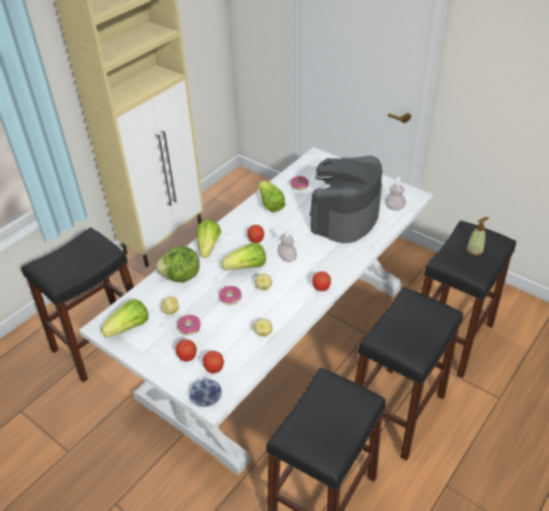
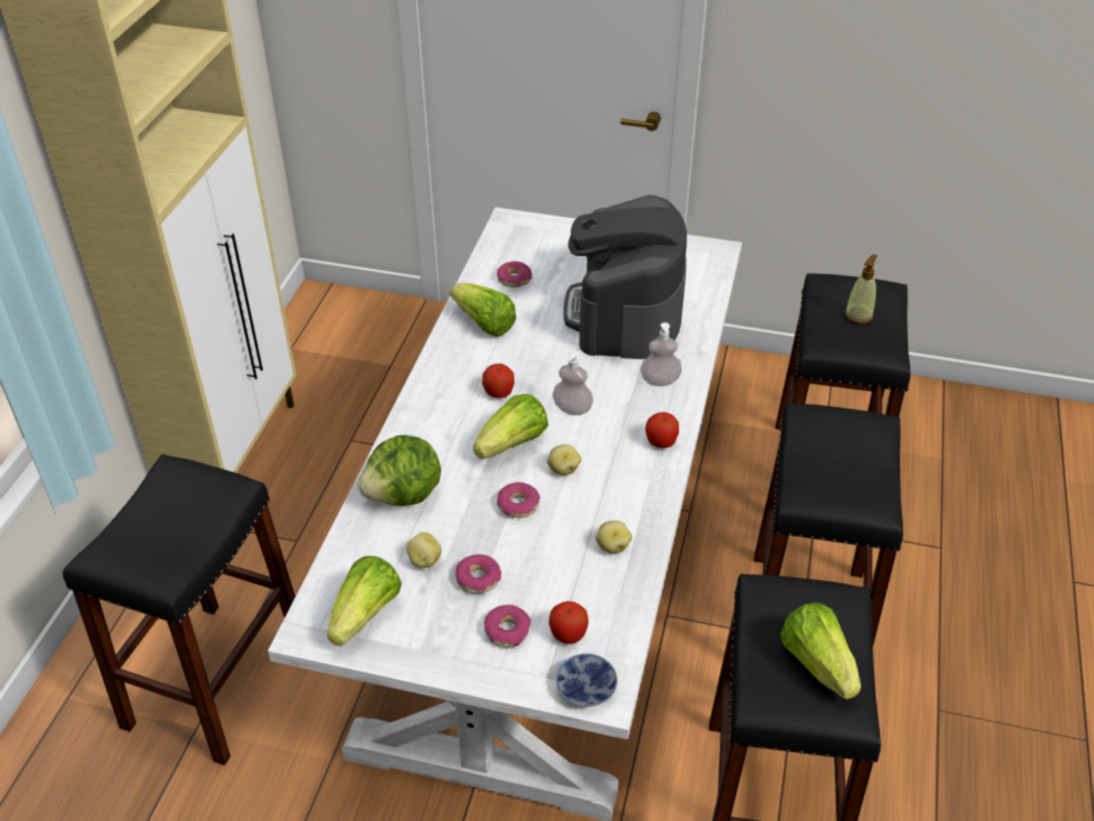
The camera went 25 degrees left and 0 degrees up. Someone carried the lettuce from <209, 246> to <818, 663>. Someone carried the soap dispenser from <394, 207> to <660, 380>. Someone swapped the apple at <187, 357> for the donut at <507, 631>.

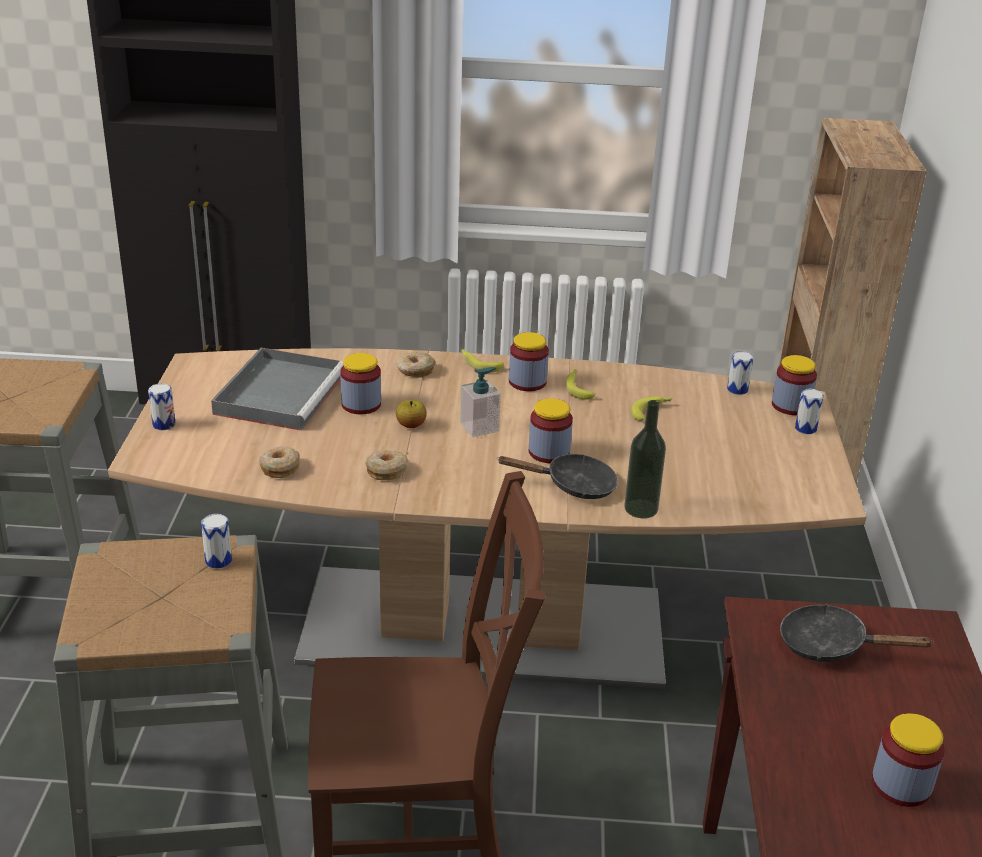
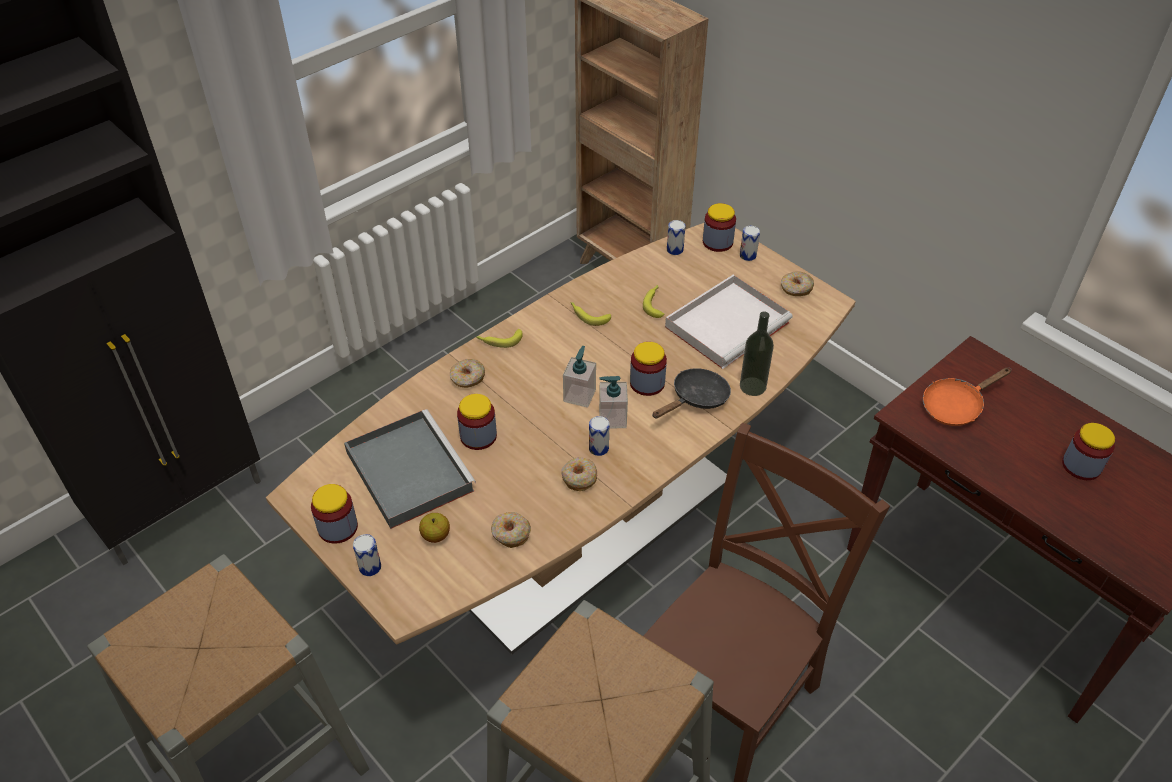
The camera went 45 degrees left and 15 degrees up. Someone put down the soap dispenser at <612, 418>. Someone put down the tray/white at <728, 323>. Someone put down the donut at <796, 288>. Someone carried the can from <218, 560> to <598, 448>. Someone carried the apple from <411, 425> to <436, 535>. Someone carried the jar from <527, 382> to <338, 527>. Someone repainted the frying pan/black at <831, 645>, which became the frying pan/orange at <955, 406>.

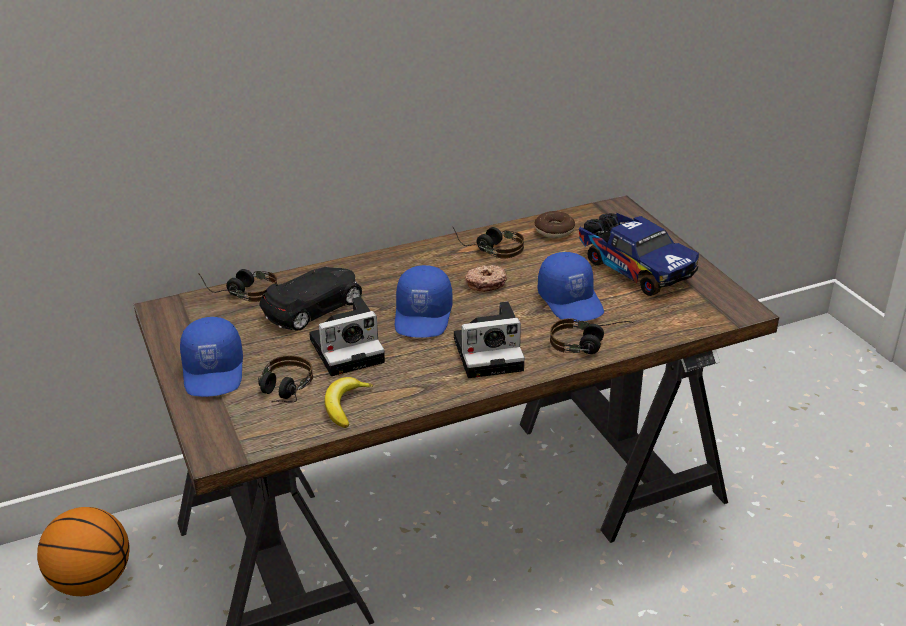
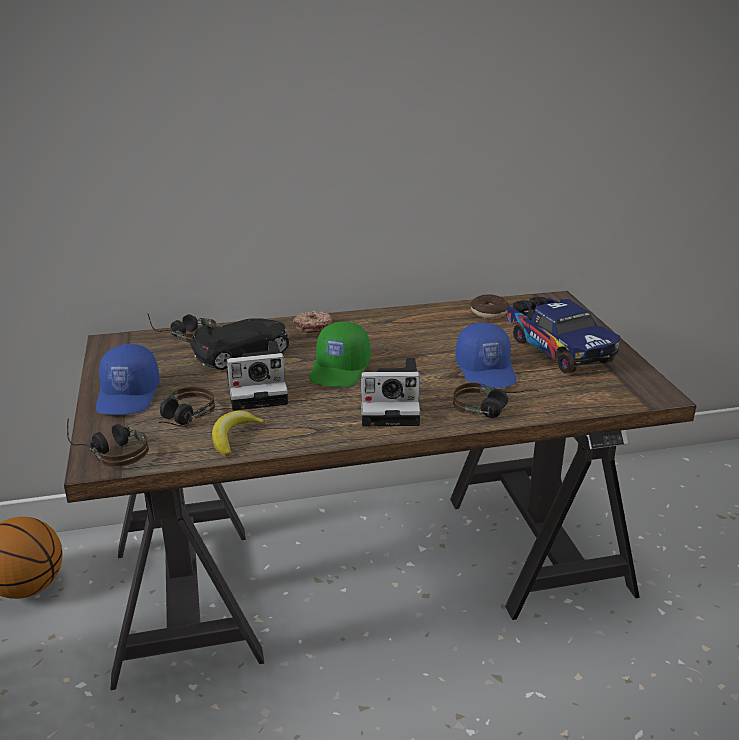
The camera went 10 degrees right and 5 degrees down. Someone carried the headphones from <489, 248> to <109, 450>. Someone carried the donut from <485, 283> to <313, 326>. Someone repainted the cap/blue at <424, 316>, which became the cap/green at <340, 370>.

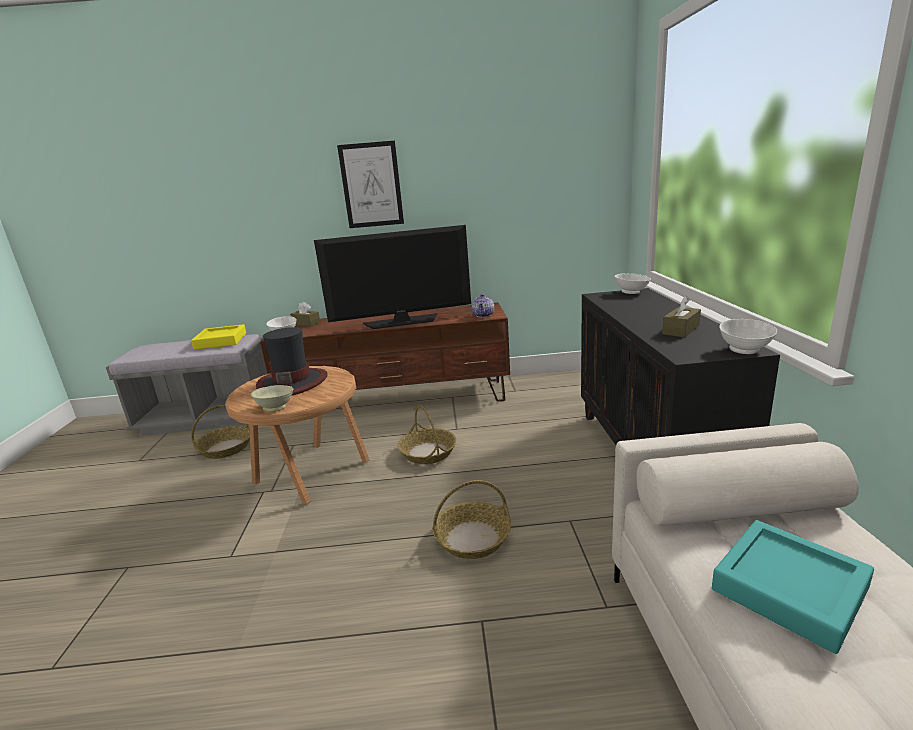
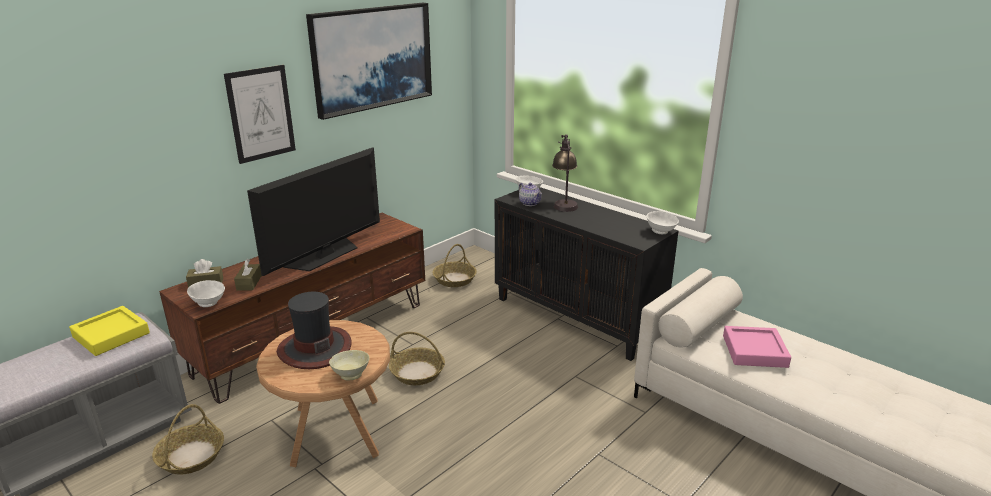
The camera went 45 degrees left and 5 degrees up. Someone put up the picture at <372, 58>. Someone put down the table lamp at <564, 203>. Someone carried the basket from <472, 539> to <454, 279>. Someone carried the teapot from <483, 315> to <530, 203>. Someone carried the tissue box/brown from <681, 330> to <249, 283>. Someone repainted the tray/turquoise at <789, 589>, which became the tray/pink at <754, 351>.

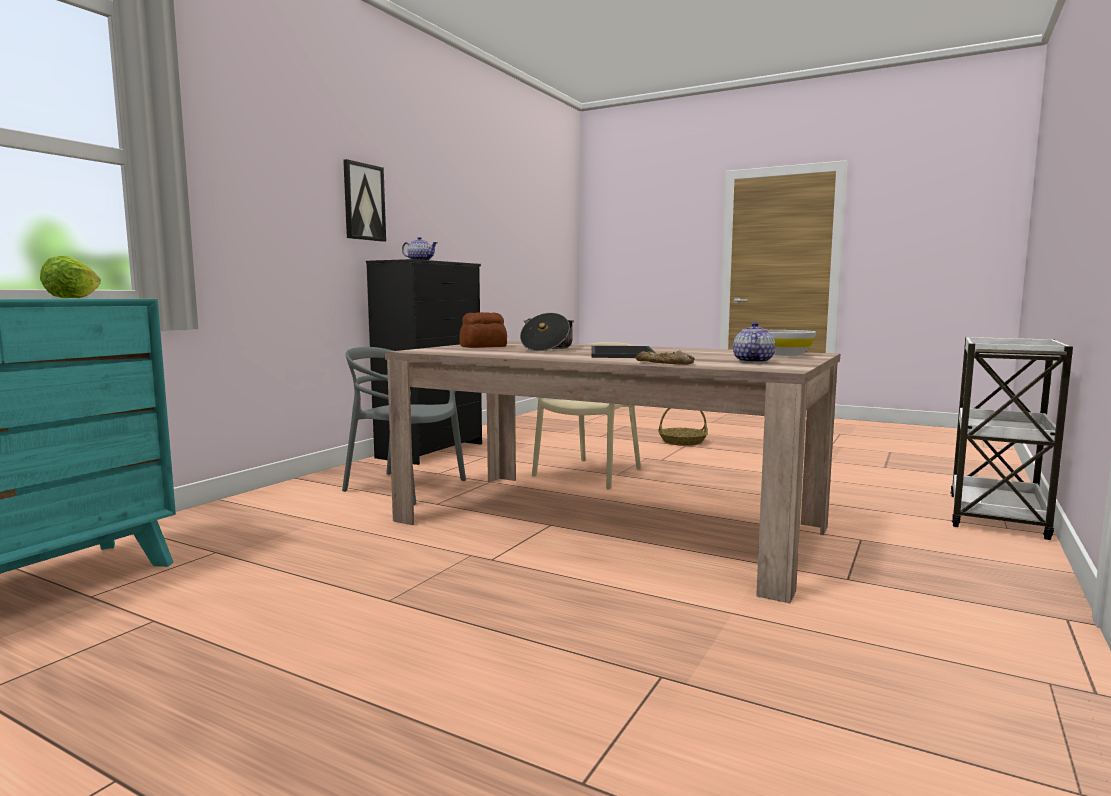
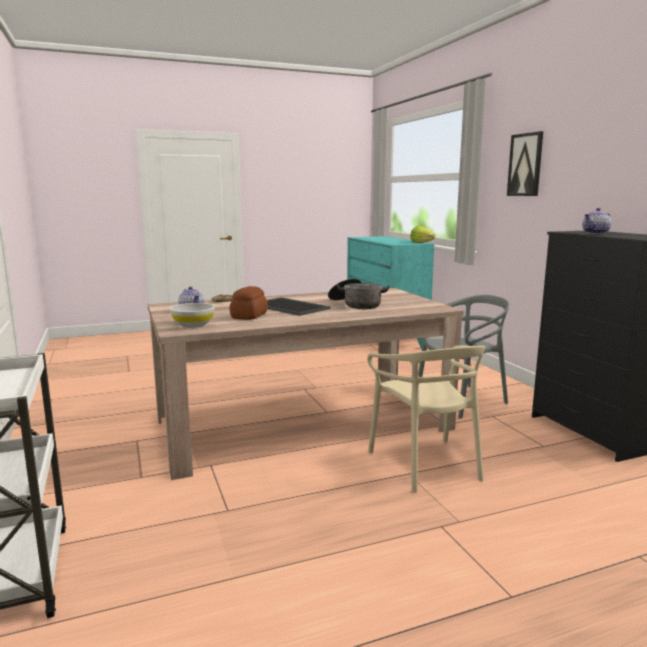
The camera went 130 degrees right and 5 degrees up. Someone took away the basket at <682, 442>. Someone carried the picture from <363, 202> to <525, 165>. Someone carried the bread from <484, 347> to <248, 316>.

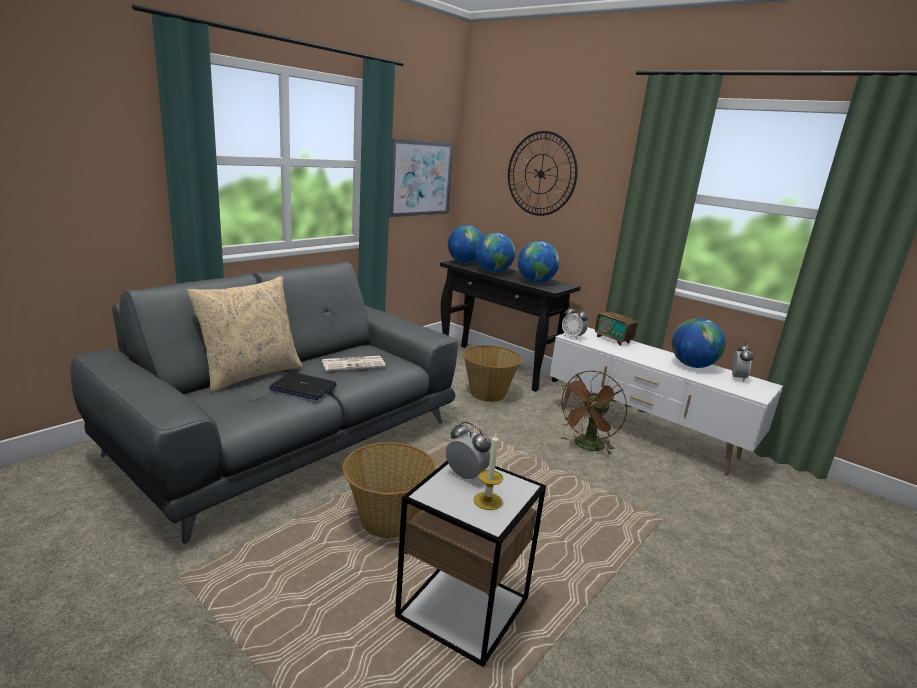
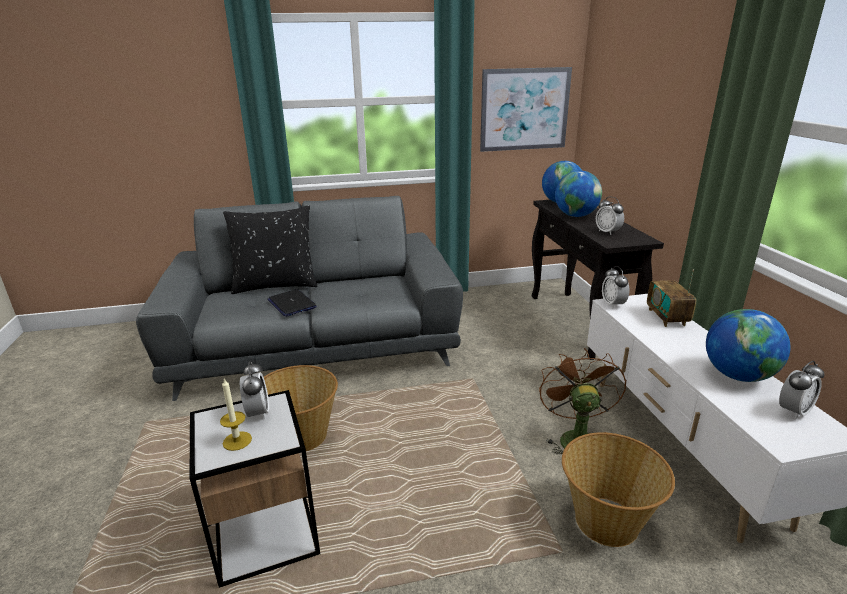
The camera went 40 degrees right and 5 degrees up. Someone took away the newspaper at <354, 364>. Someone took away the wall clock at <541, 174>. Someone carried the basket from <488, 394> to <606, 522>. Someone swapped the globe at <535, 282> for the alarm clock at <607, 232>. Someone repainted the pillow/beige at <250, 374>, which became the pillow/black at <276, 285>. Someone rotated the fan/brown at <587, 447> by 105 degrees clockwise.

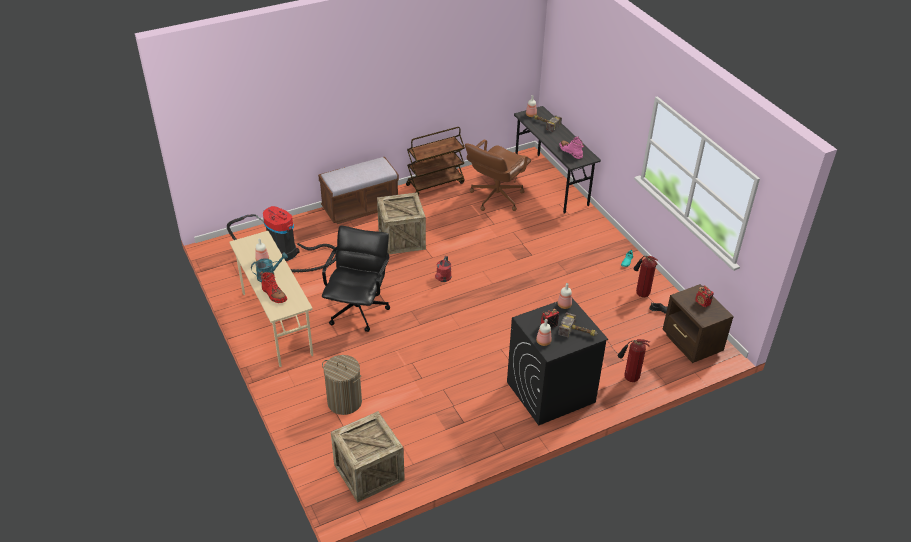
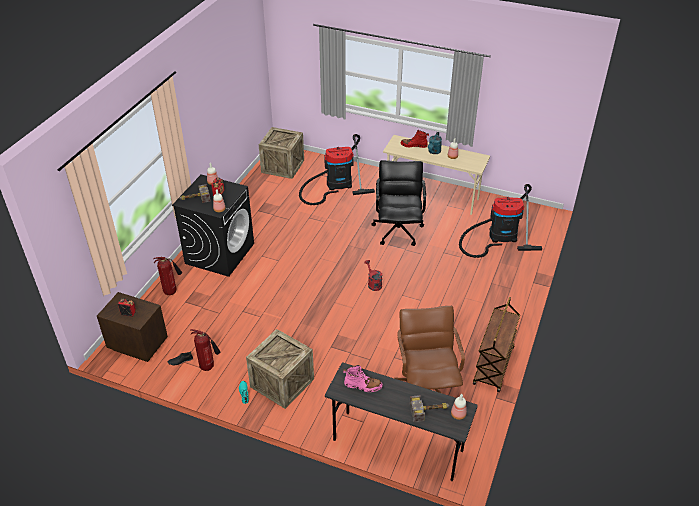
The camera went 140 degrees right and 0 degrees up. Someone took away the bench/brown at <360, 208>. Someone carried the crate from <401, 239> to <282, 383>. Someone swapped the laundry basket at <344, 402> for the vacuum cleaner at <336, 184>. Someone rotated the office chair/black at <358, 310> by 150 degrees counterclockwise.

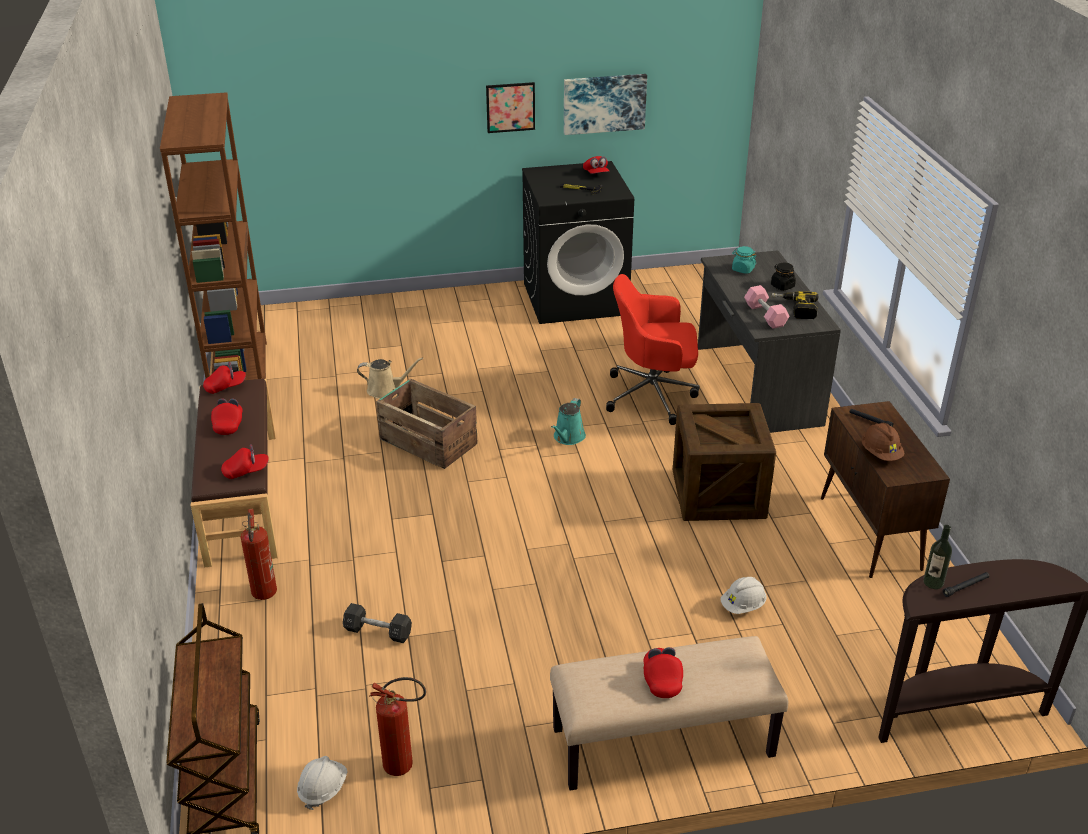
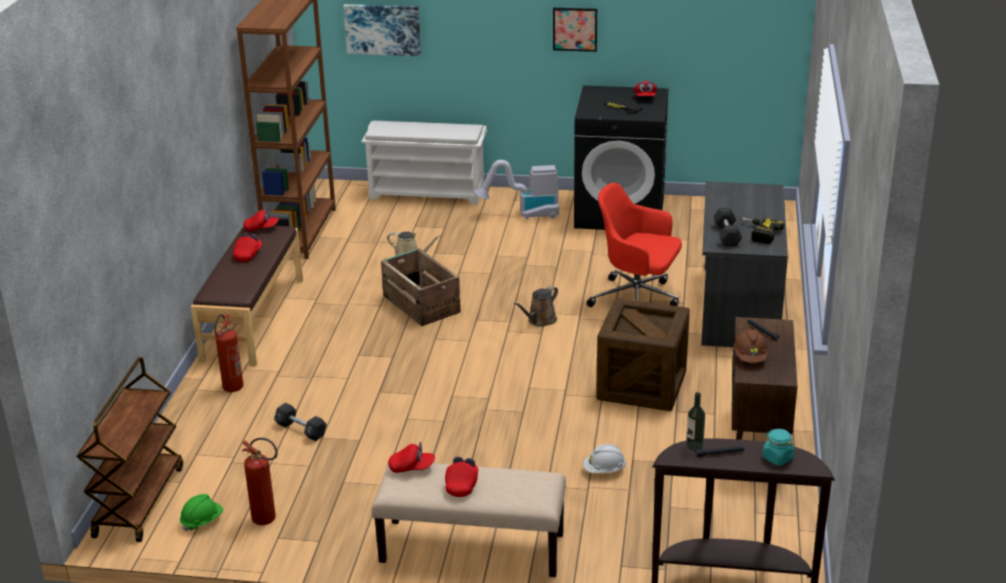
The camera went 20 degrees right and 5 degrees down. Someone took away the jar/black at <782, 286>. Someone put down the shoe rack/white at <428, 193>. Someone put down the vacuum cleaner at <524, 214>. Someone carried the cap/red from <246, 471> to <412, 468>. Someone carried the picture from <604, 103> to <383, 29>. Someone carried the jar/turquoise from <742, 269> to <777, 458>. Someone repainted the hard hat/white at <323, 789>, which became the hard hat/green at <202, 521>. Someone repainted the watering can/turquoise at <568, 438>, which became the watering can/brown at <540, 320>. Someone repainted the dumbbell/pink at <765, 315>, which became the dumbbell/black at <727, 235>.

